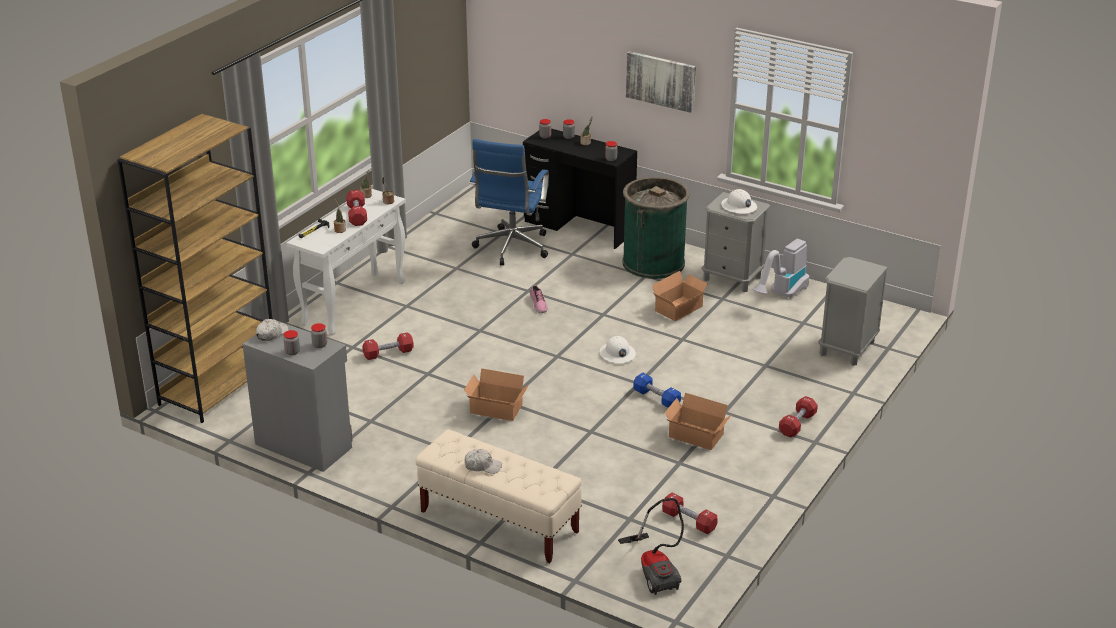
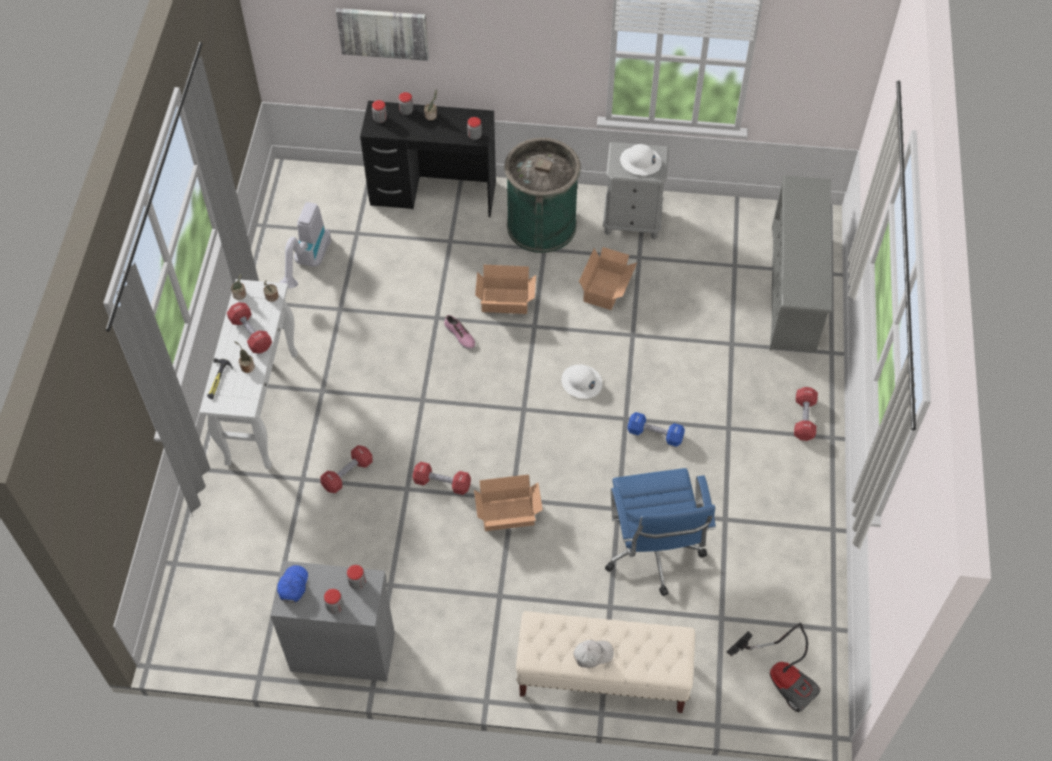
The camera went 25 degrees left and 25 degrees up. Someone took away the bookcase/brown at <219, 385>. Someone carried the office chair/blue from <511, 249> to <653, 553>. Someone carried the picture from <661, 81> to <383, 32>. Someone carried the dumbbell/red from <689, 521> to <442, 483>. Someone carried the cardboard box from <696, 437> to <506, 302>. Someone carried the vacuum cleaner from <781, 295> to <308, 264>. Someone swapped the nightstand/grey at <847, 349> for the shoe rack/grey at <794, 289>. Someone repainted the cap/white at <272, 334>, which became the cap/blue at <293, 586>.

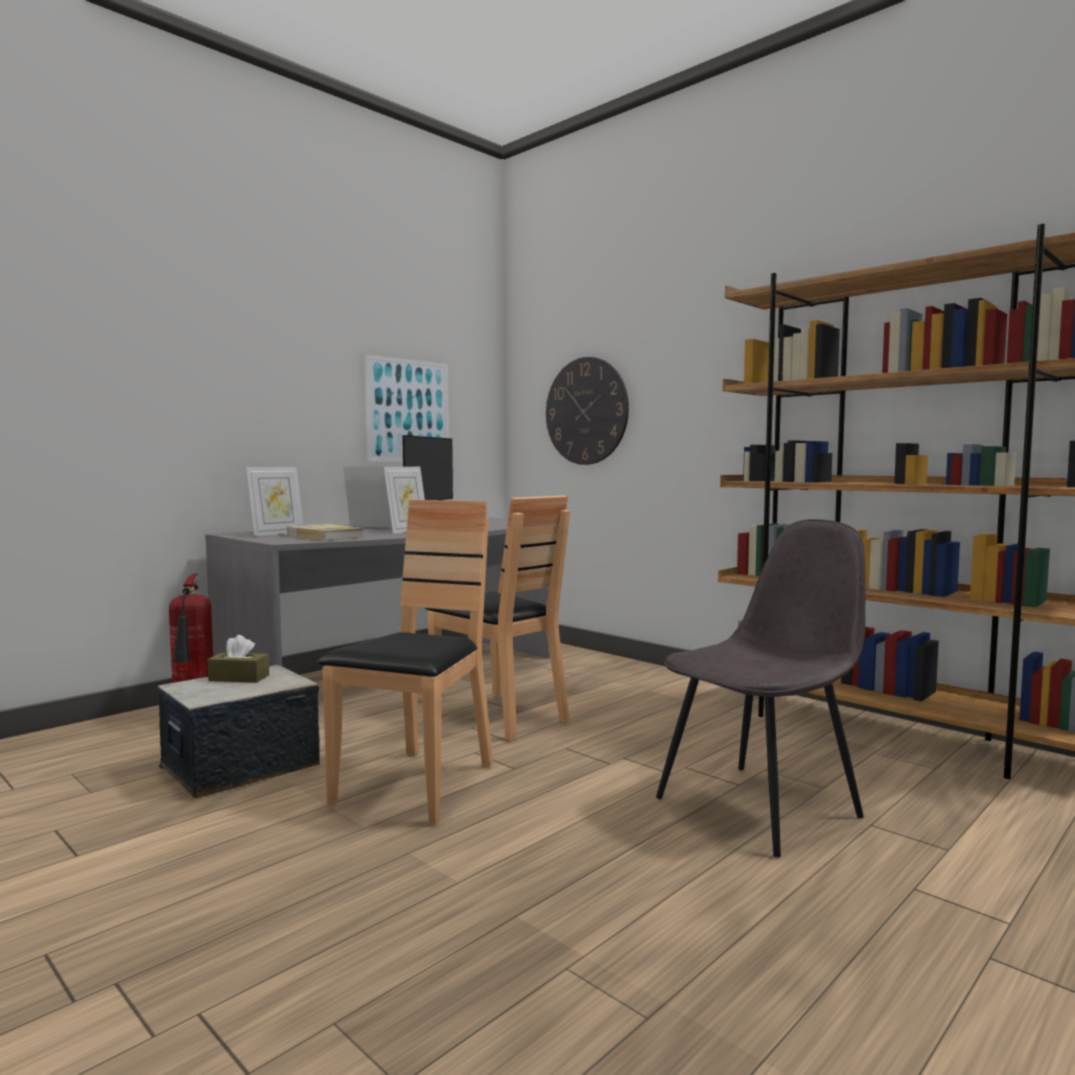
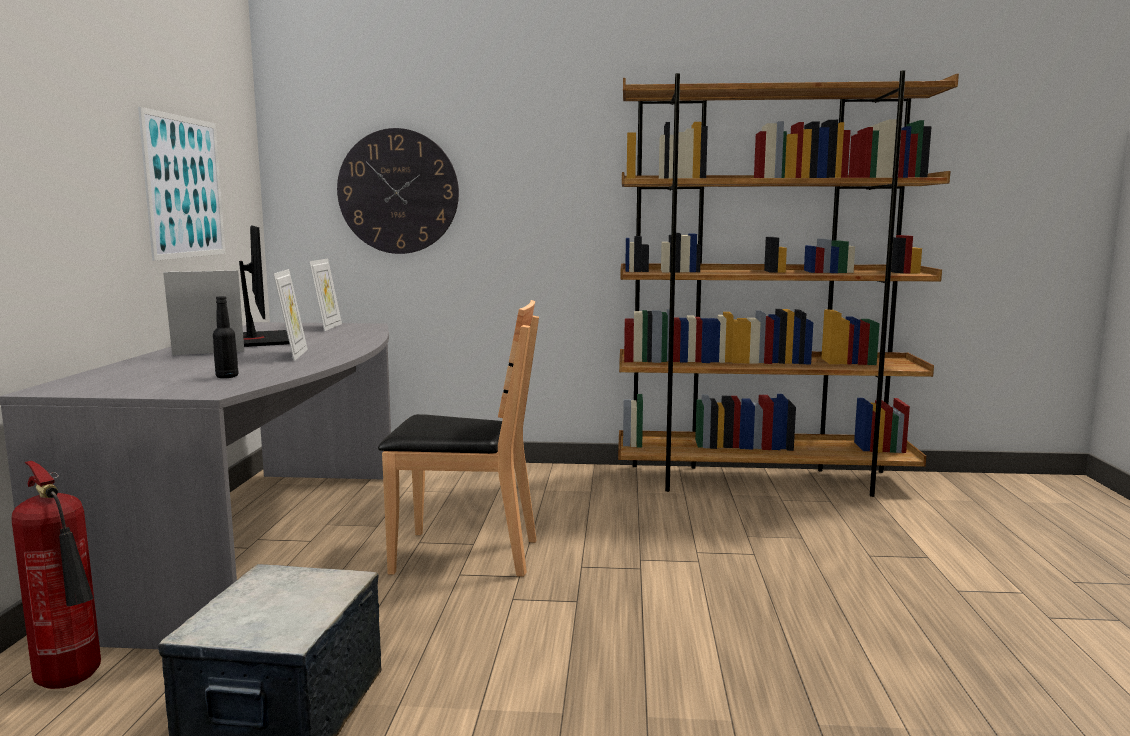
The camera went 40 degrees left and 5 degrees up. Someone took away the tissue box/brown at <239, 678>. Someone took away the chair/brown at <417, 785>. Someone took away the chair/grey at <761, 806>. Someone carried the picture frame from <277, 534> to <327, 327>. Someone swapped the book at <324, 536> for the bottle/black at <227, 376>.

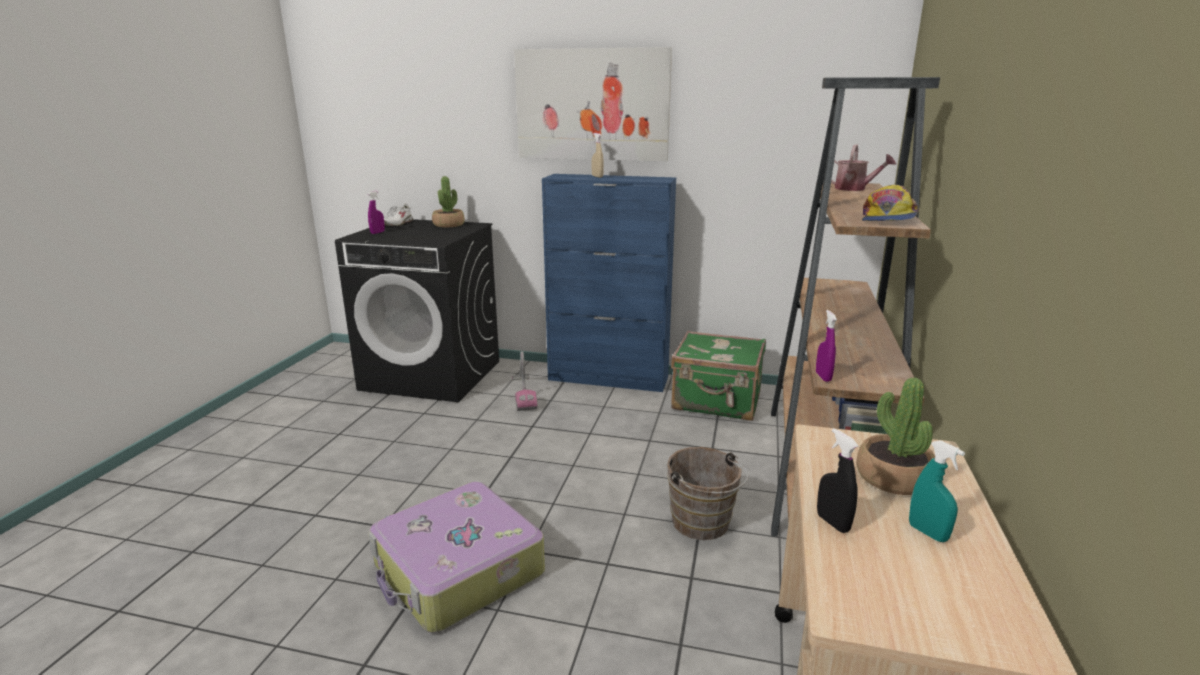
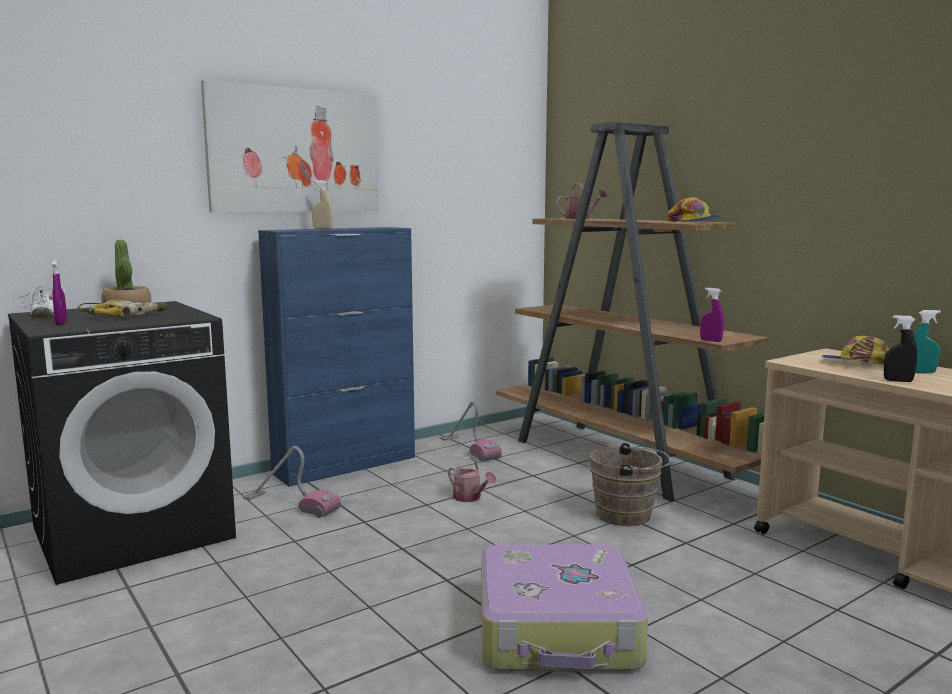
The camera went 50 degrees left and 10 degrees down. Someone put down the power drill at <125, 316>. Someone put down the watering can at <470, 498>. Someone swapped the suitcase/green at <717, 402> for the vacuum cleaner at <469, 448>. Someone swapped the potted plant at <893, 478> for the cap at <857, 363>.

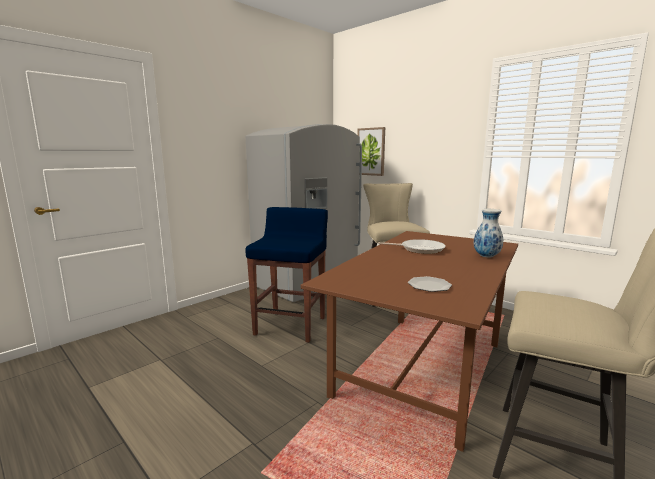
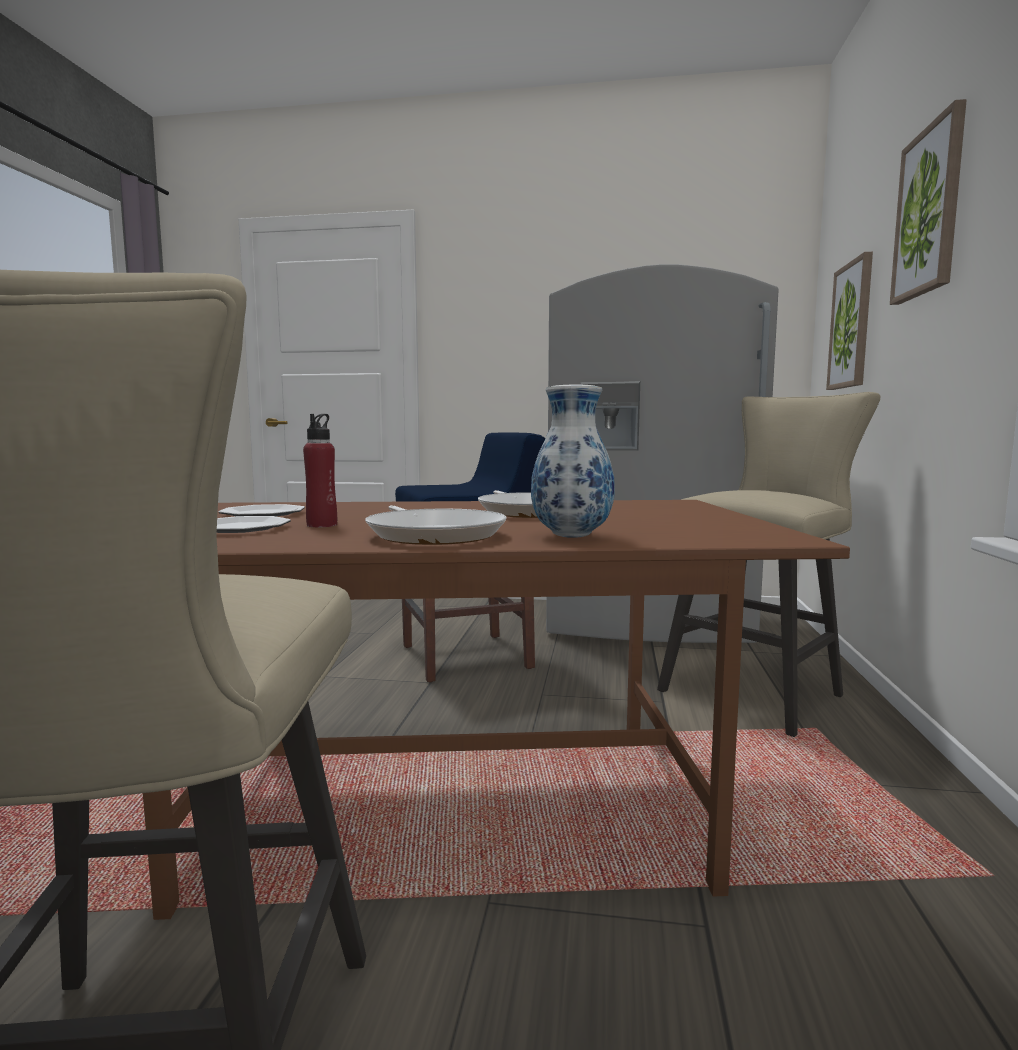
The camera went 55 degrees right and 5 degrees down. Someone put down the plate at <263, 514>. Someone put down the bottle/red at <322, 525>. Someone put down the frying pan at <434, 534>. Someone put up the picture at <929, 212>.

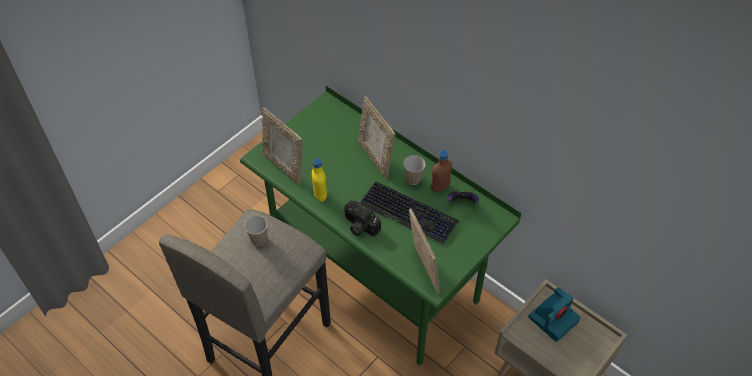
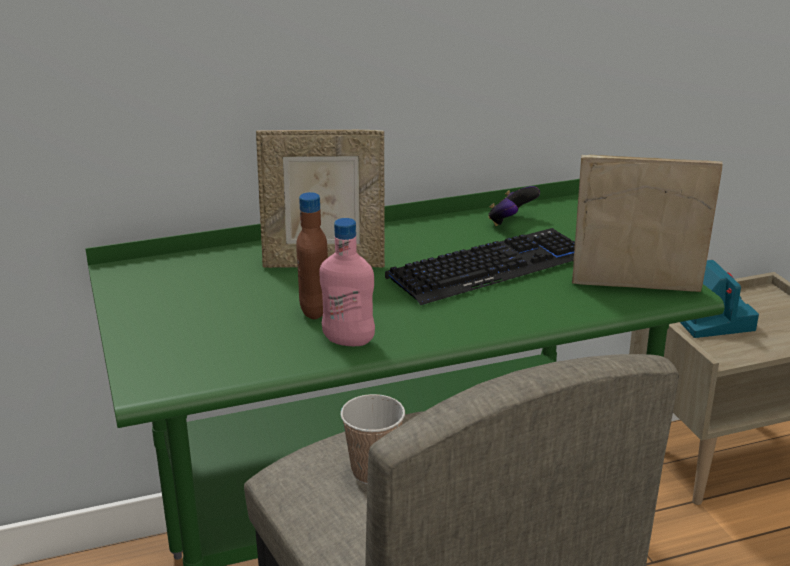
The camera went 60 degrees left and 25 degrees down. Someone took away the picture frame at <284, 167>. Someone took away the photo camera at <359, 226>. Someone took away the cup at <413, 179>. Someone carried the bottle/brown from <440, 187> to <315, 310>. Someone repainted the bottle/yellow at <320, 195>, which became the bottle/pink at <348, 341>.

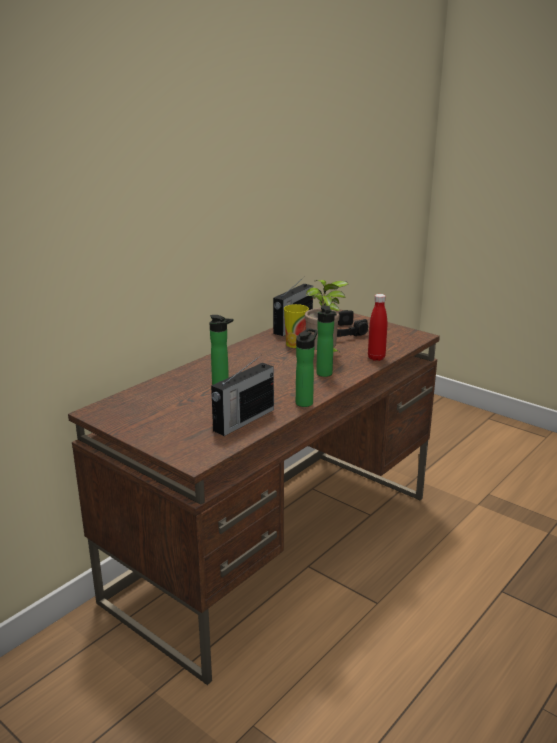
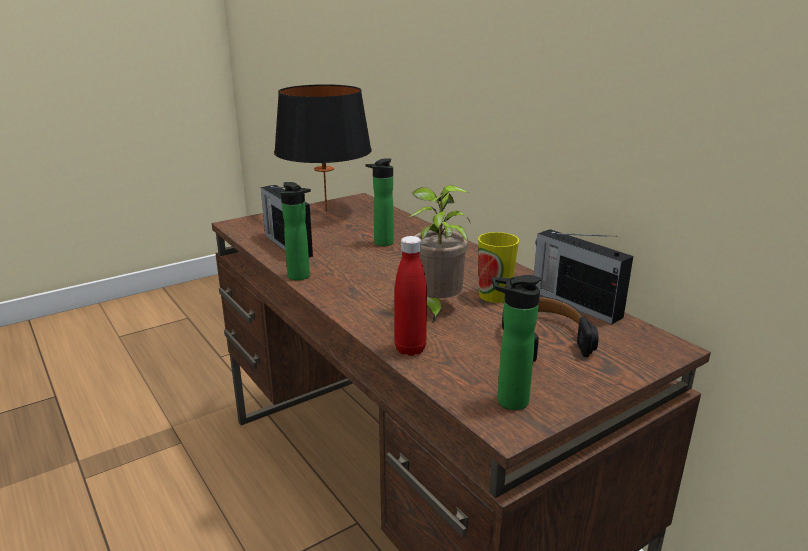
The camera went 105 degrees right and 0 degrees up. Someone put down the table lamp/black at <326, 211>. Someone carried the bottle from <325, 374> to <507, 401>.

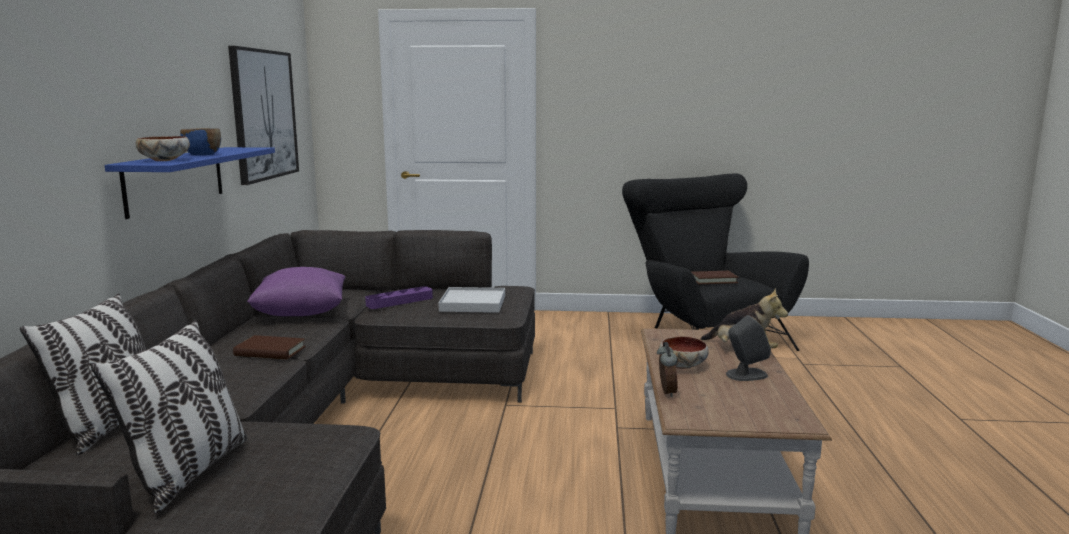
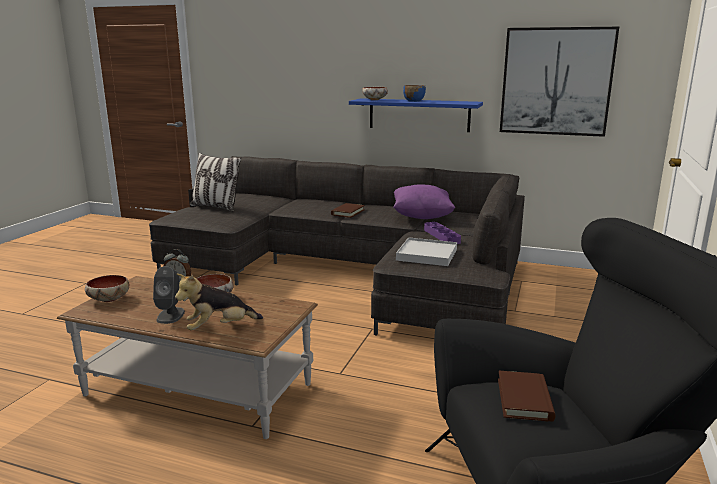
The camera went 105 degrees right and 5 degrees up. Someone took away the pillow at <111, 425>. Someone put down the bowl at <108, 299>.

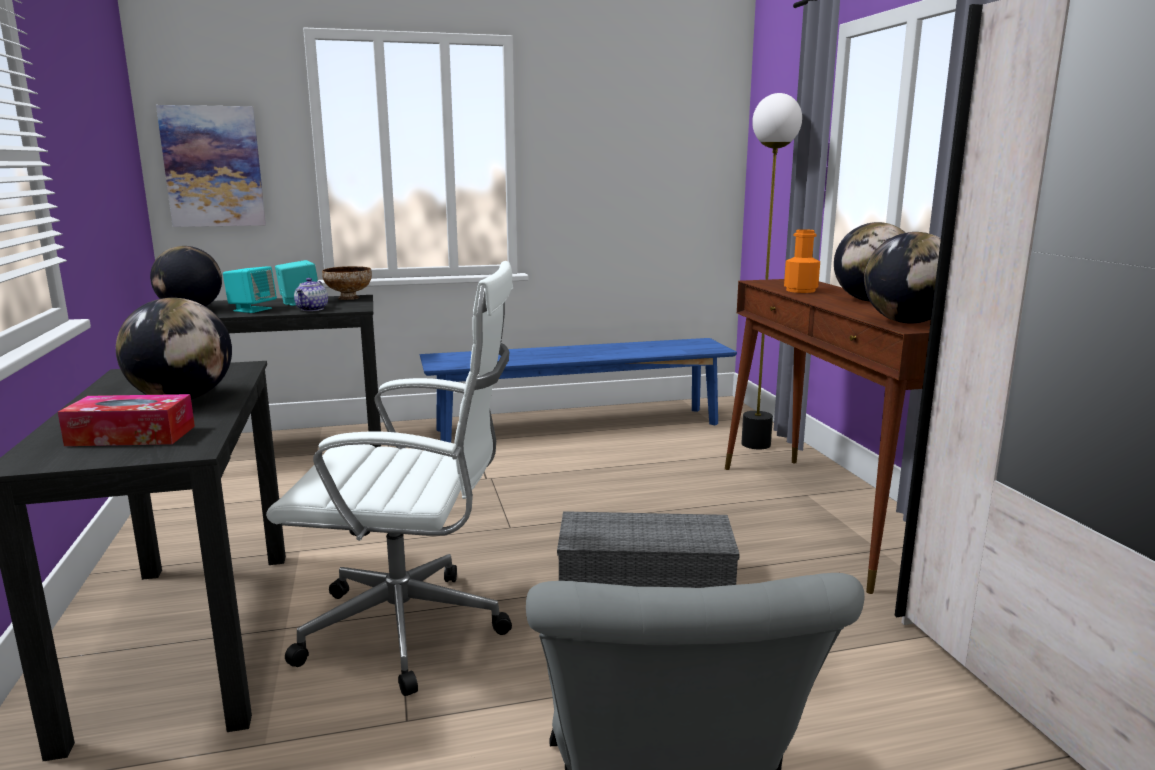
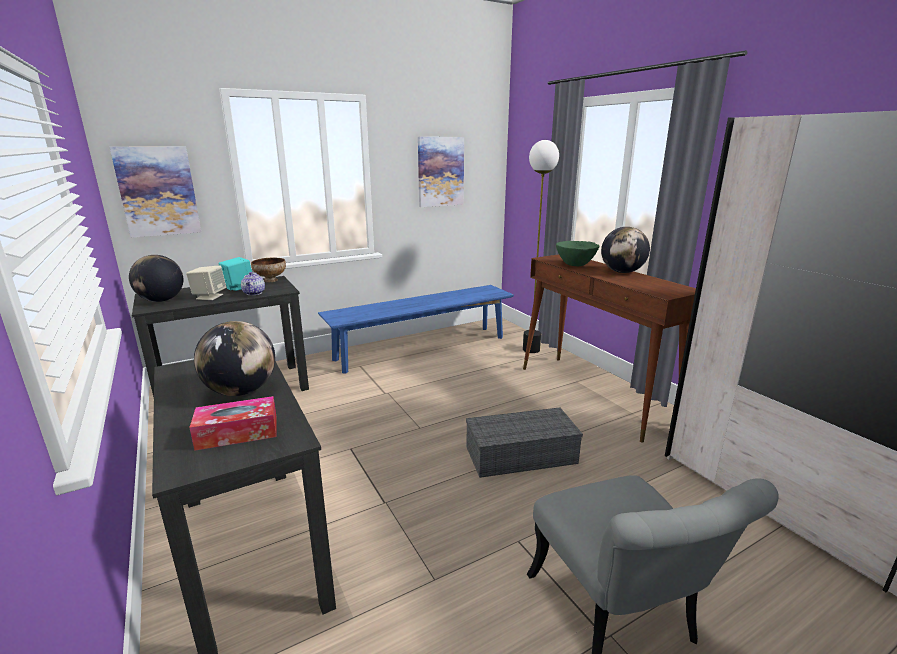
The camera went 15 degrees left and 5 degrees up. Someone took away the office chair/white at <413, 630>. Someone took away the globe at <907, 322>. Someone put up the picture at <440, 172>. Someone swapped the bottle/orange at <800, 290> for the bowl/green at <575, 265>. Someone repainted the speaker/turquoise at <252, 309>, which became the speaker/beige at <209, 297>.

